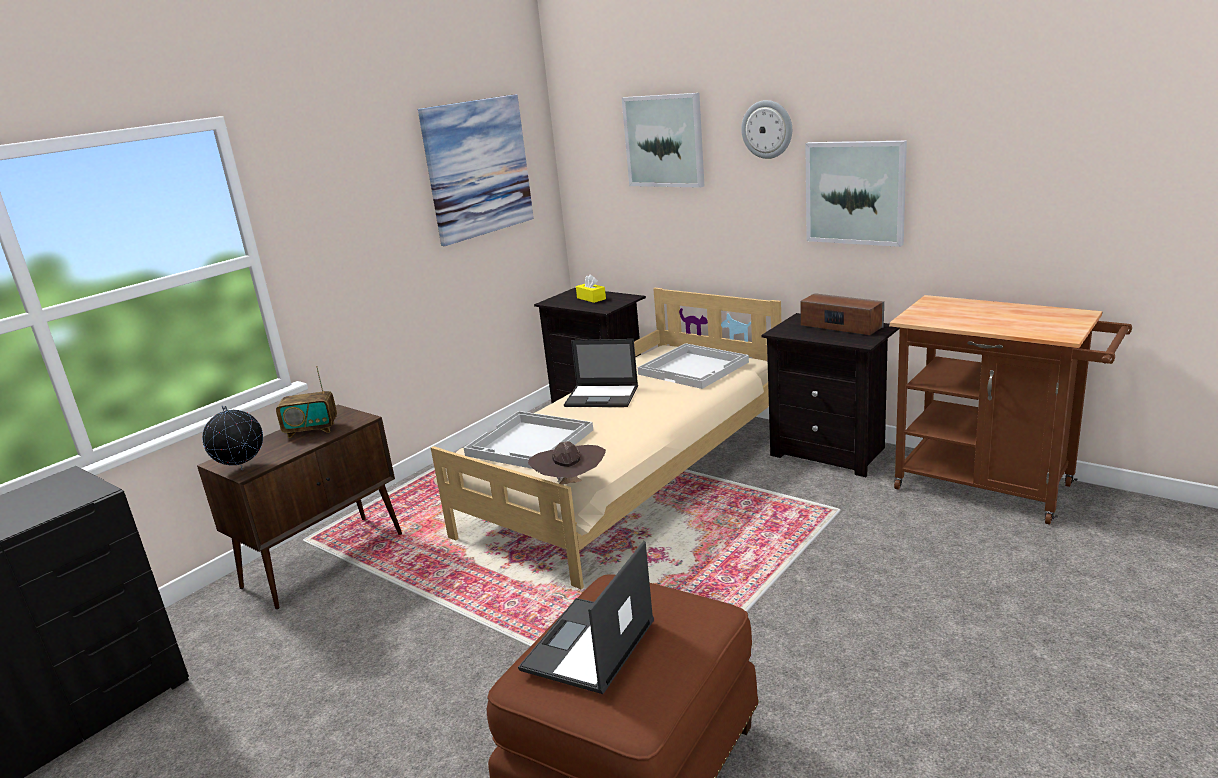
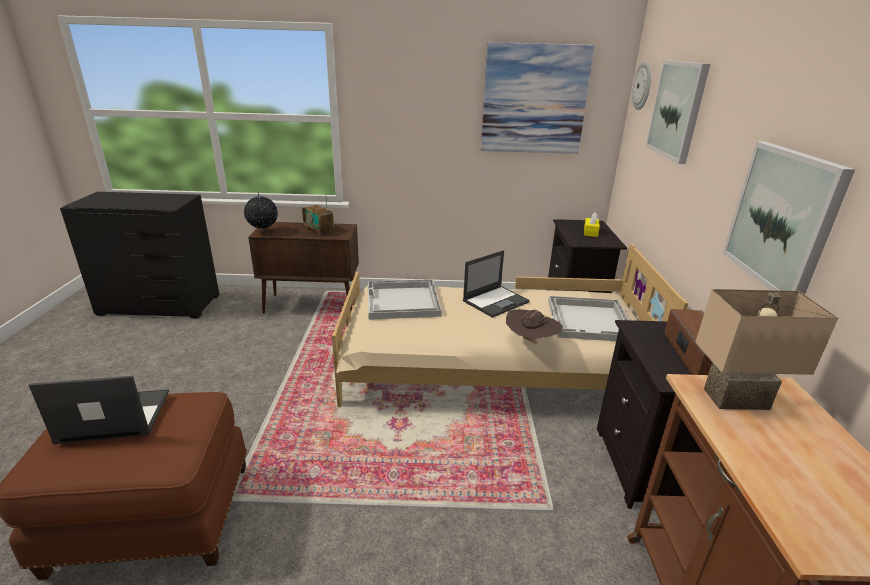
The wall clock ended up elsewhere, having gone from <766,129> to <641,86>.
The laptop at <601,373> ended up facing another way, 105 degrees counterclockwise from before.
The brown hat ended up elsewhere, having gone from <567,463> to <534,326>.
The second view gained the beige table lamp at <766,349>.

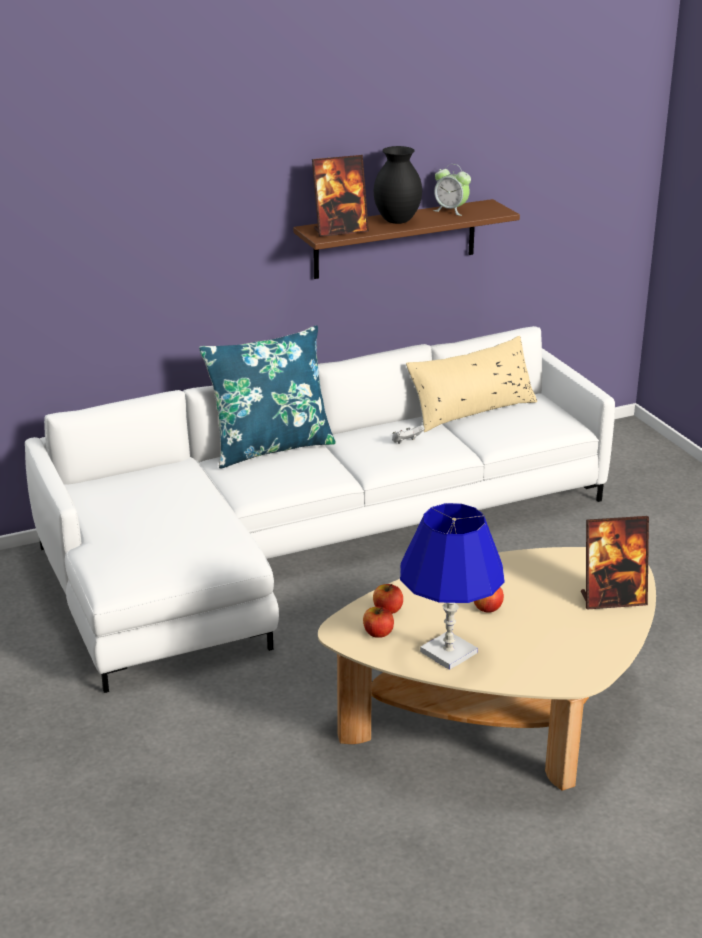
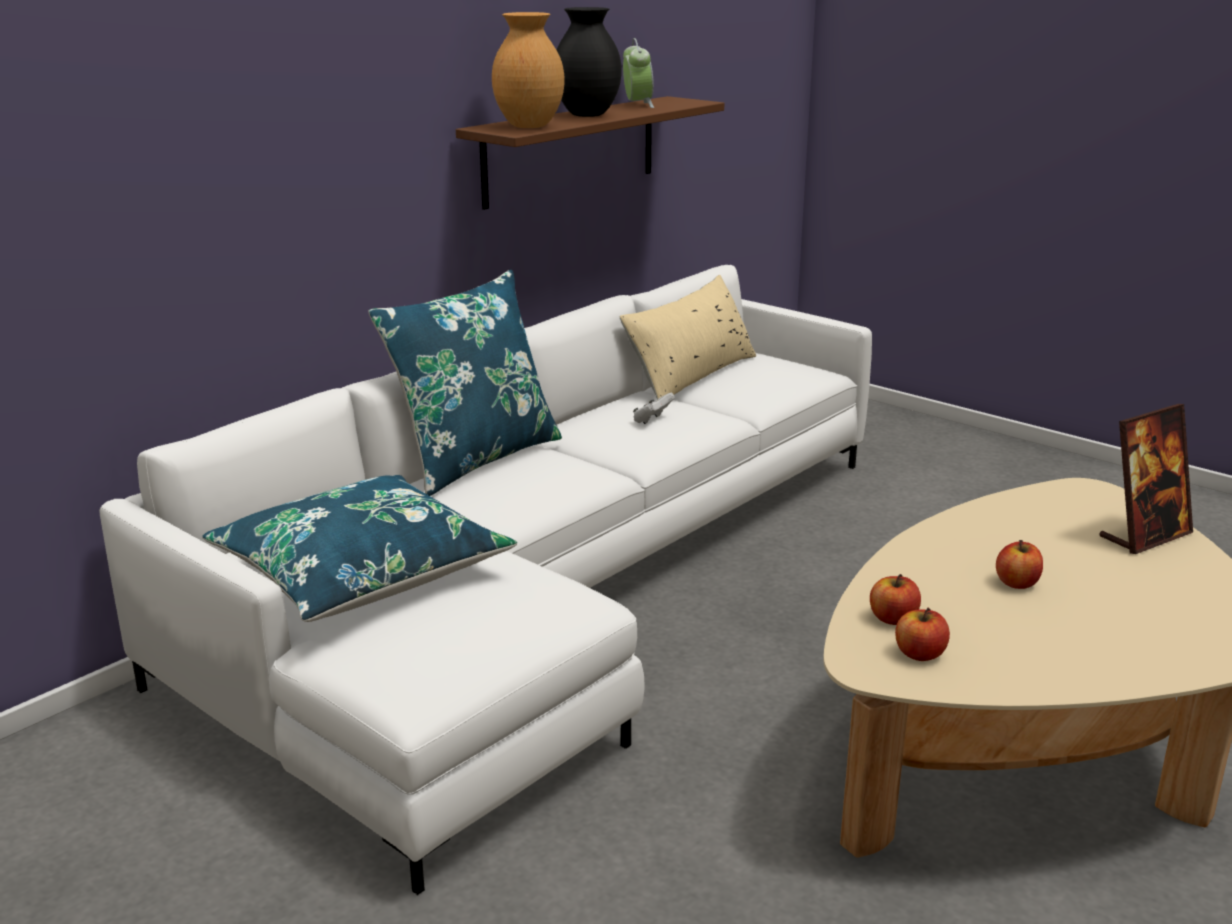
Where the picture frame stood at <340,196>, the brown vase came to stand at <528,70>.
The alarm clock at <452,190> ended up facing another way, 105 degrees counterclockwise from before.
The second view lost the blue table lamp at <452,586>.
The second view gained the blue pillow at <359,548>.

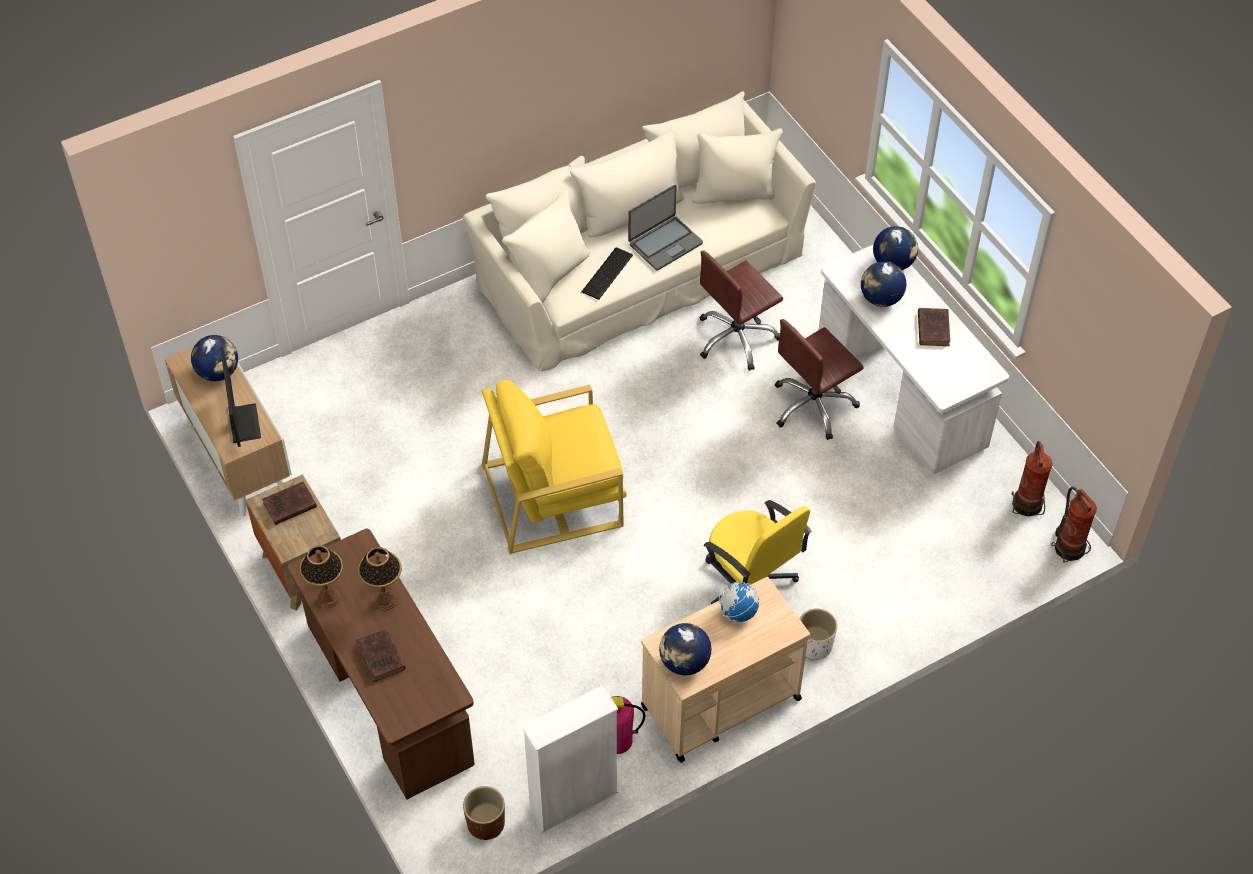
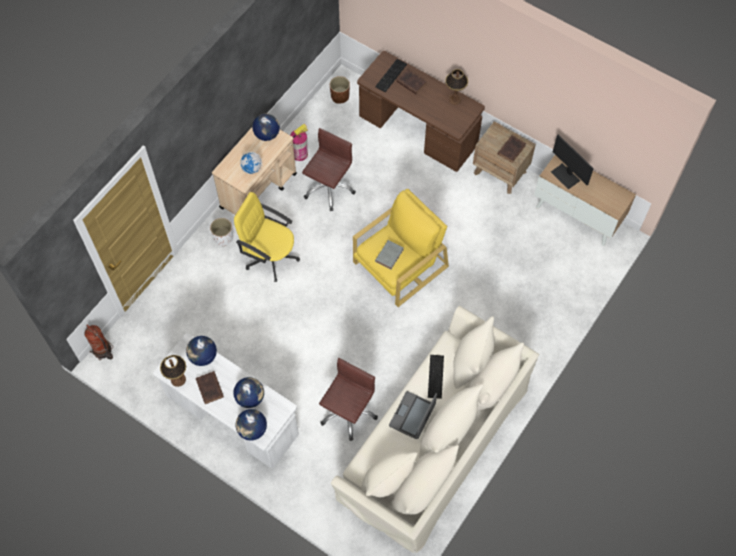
The brown office chair ended up elsewhere, having gone from <819,379> to <329,169>.
The globe ended up elsewhere, having gone from <214,358> to <201,351>.
The second view lost the fire extinguisher at <1032,479>.
The table lamp ended up elsewhere, having gone from <380,579> to <173,371>.
The second view lost the white bookcase at <569,759>.
The second view gained the keyboard at <391,75>.
The second view gained the grey book at <389,255>.

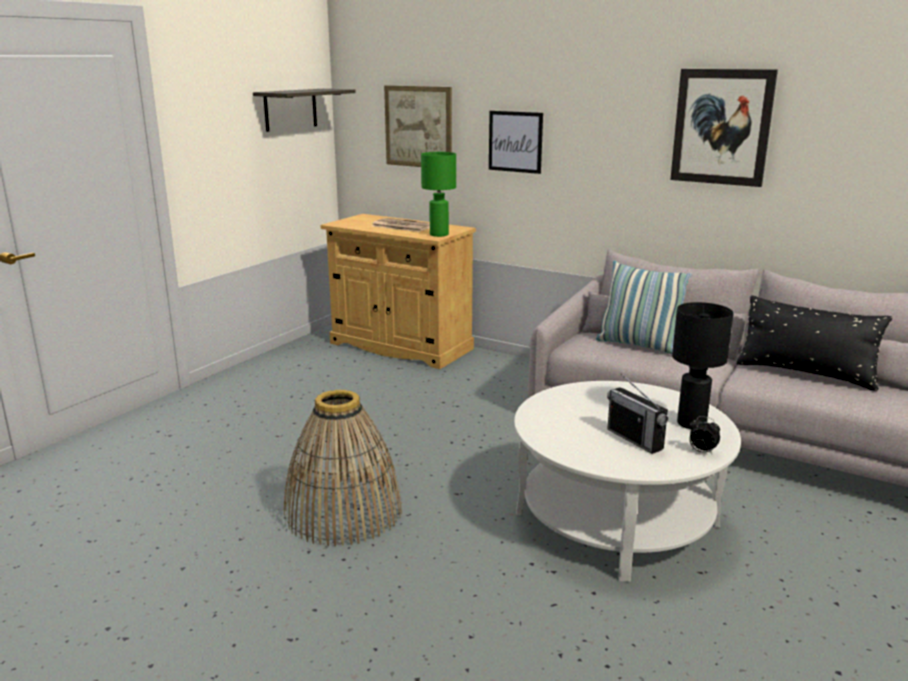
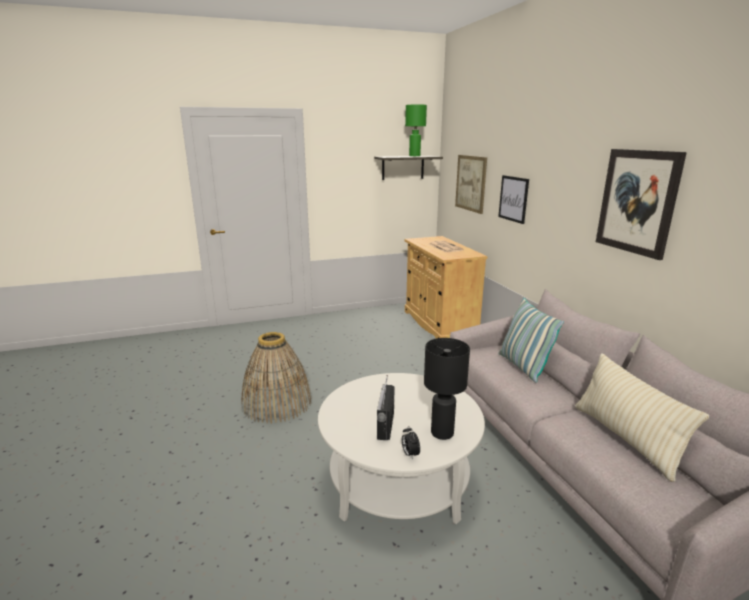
The green table lamp ended up elsewhere, having gone from <438,194> to <416,130>.
What was the black pillow at <814,343> turned into the beige pillow at <642,417>.

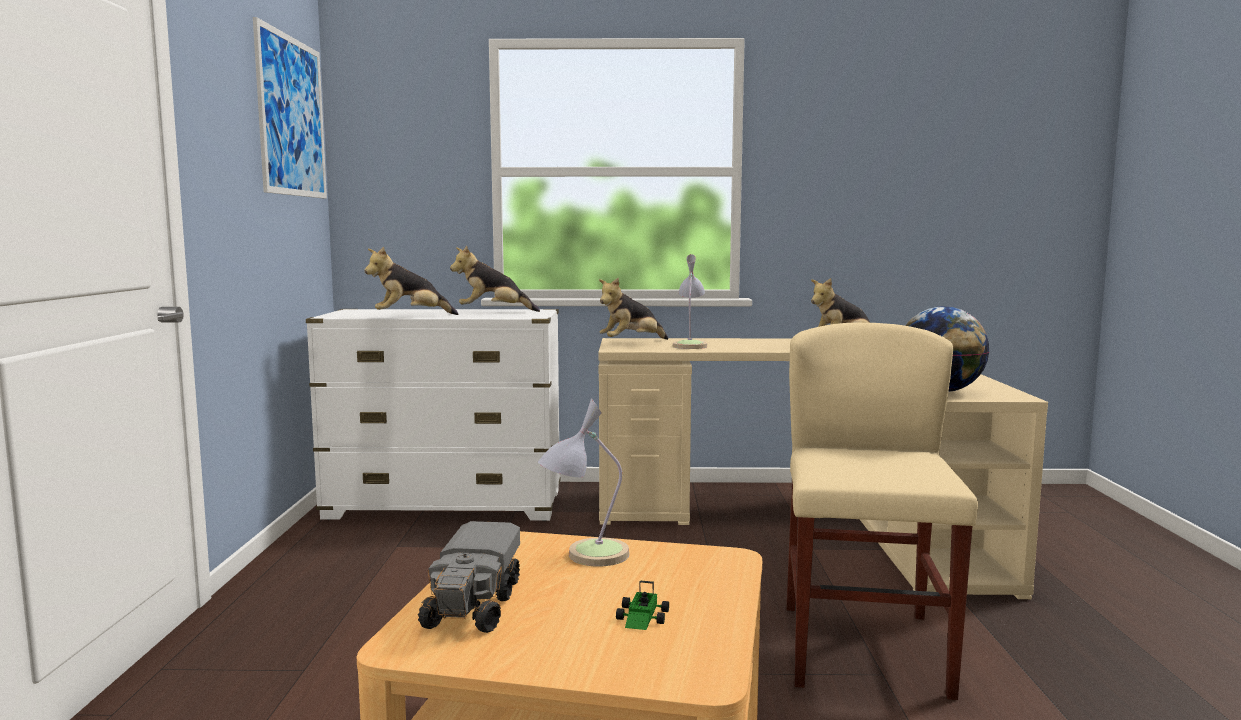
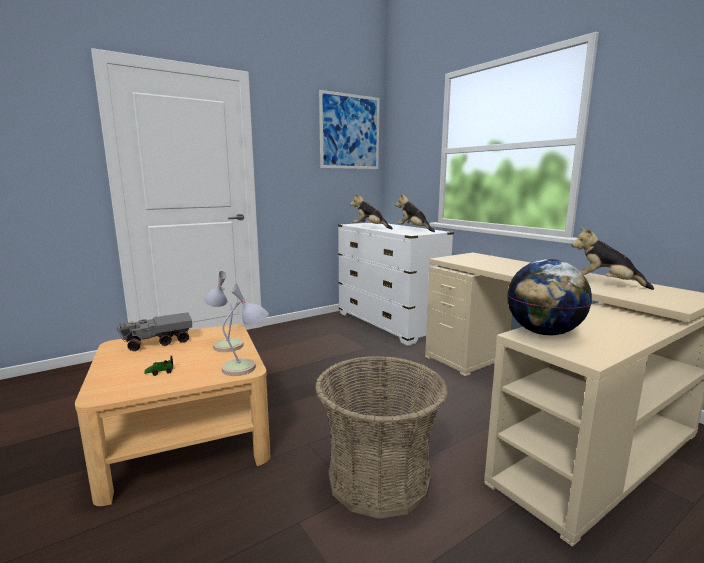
The table lamp ended up elsewhere, having gone from <689,301> to <245,330>.
The second view lost the plush toy at <633,309>.
Where the beige chair stood at <882,511>, the basket came to stand at <381,437>.

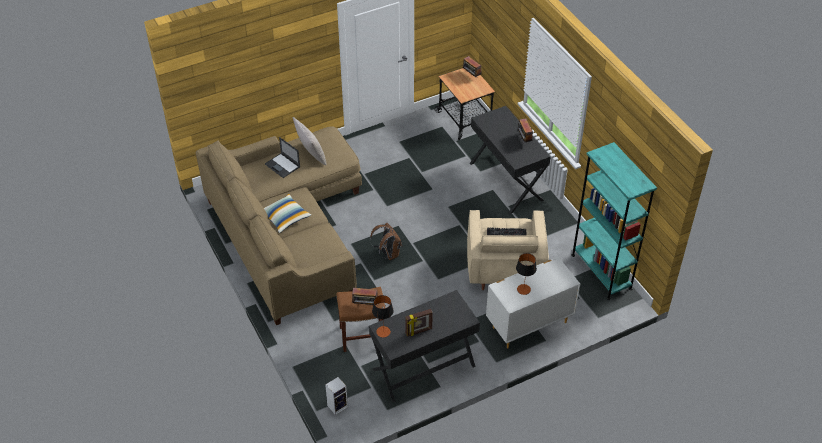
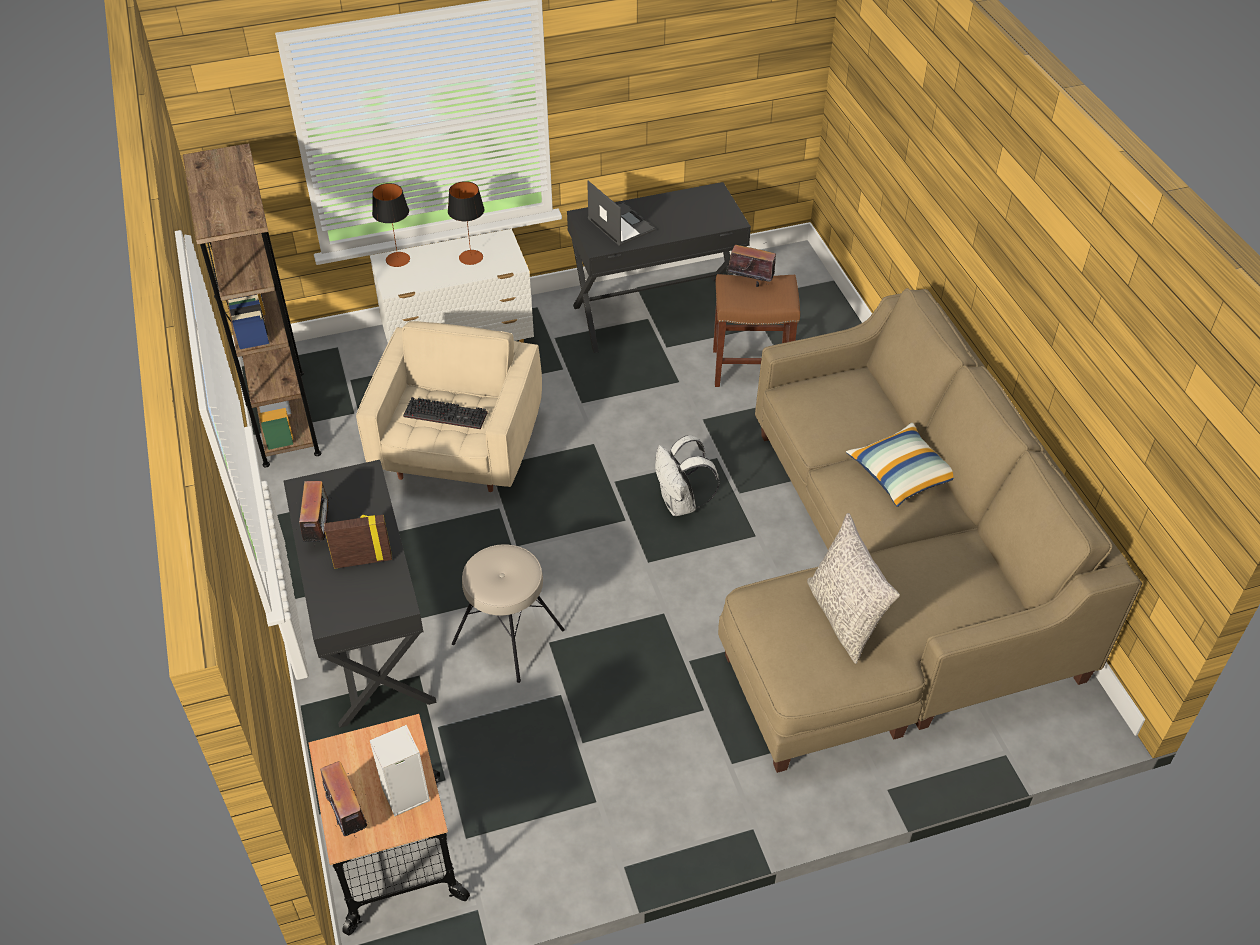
The laptop ended up elsewhere, having gone from <282,157> to <621,213>.
What was the turquoise bookcase at <614,221> turned into the brown bookcase at <252,305>.
What was the brown backpack at <386,241> turned into the white backpack at <687,475>.
The table lamp ended up elsewhere, having gone from <383,316> to <391,225>.
The picture frame ended up elsewhere, having gone from <419,323> to <358,542>.
The speaker ended up elsewhere, having gone from <336,396> to <400,771>.
The second view gained the beige stool at <508,613>.

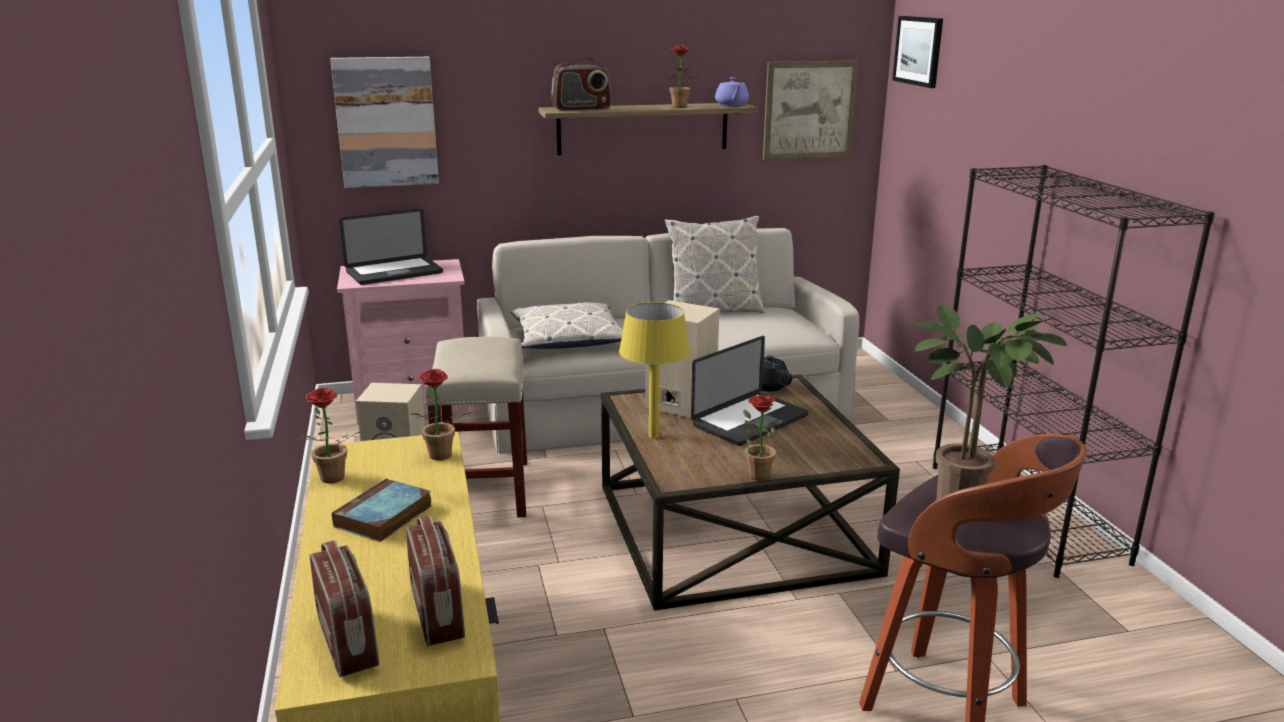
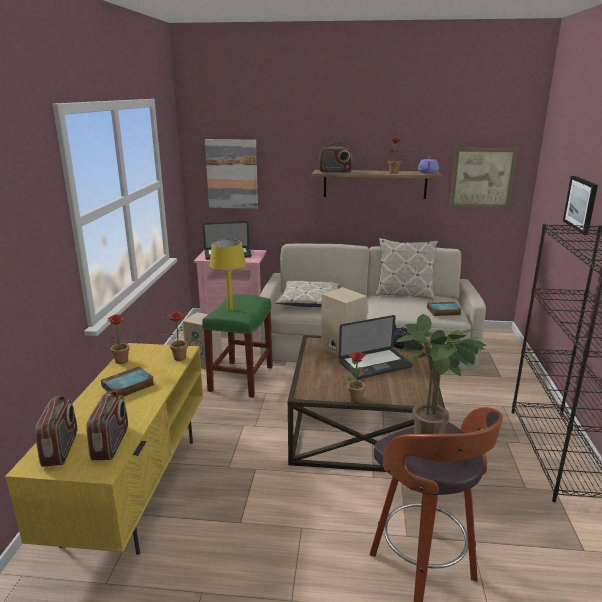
The picture ended up elsewhere, having gone from <917,52> to <580,205>.
The yellow table lamp ended up elsewhere, having gone from <654,370> to <227,274>.
What was the beige stool at <476,426> turned into the green stool at <237,346>.
The second view gained the book at <444,309>.

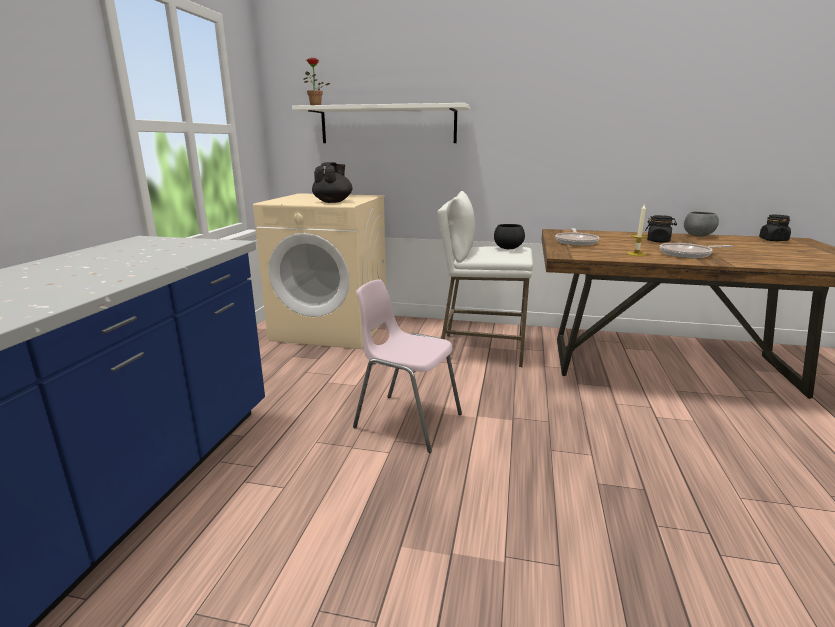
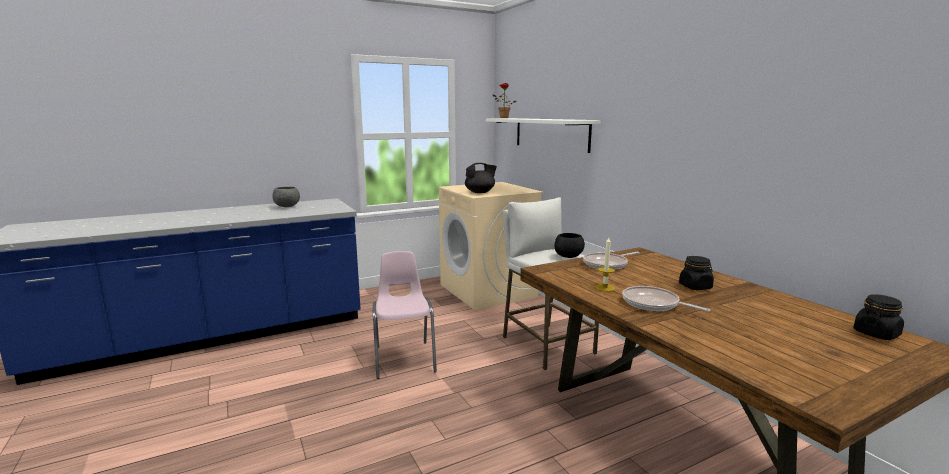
The grey bowl ended up elsewhere, having gone from <701,224> to <286,197>.

